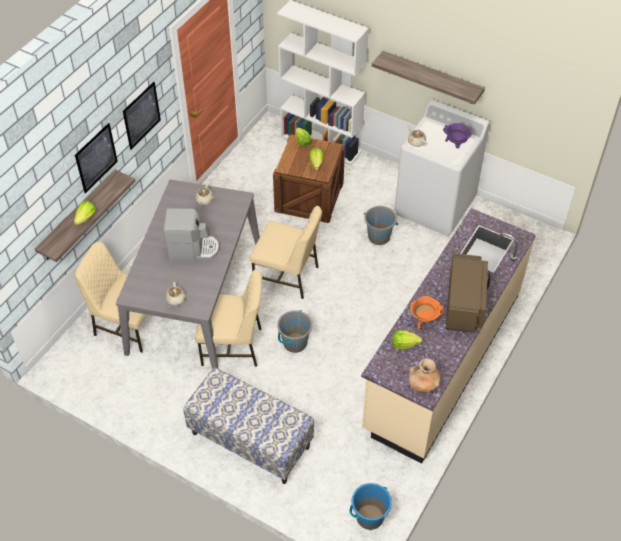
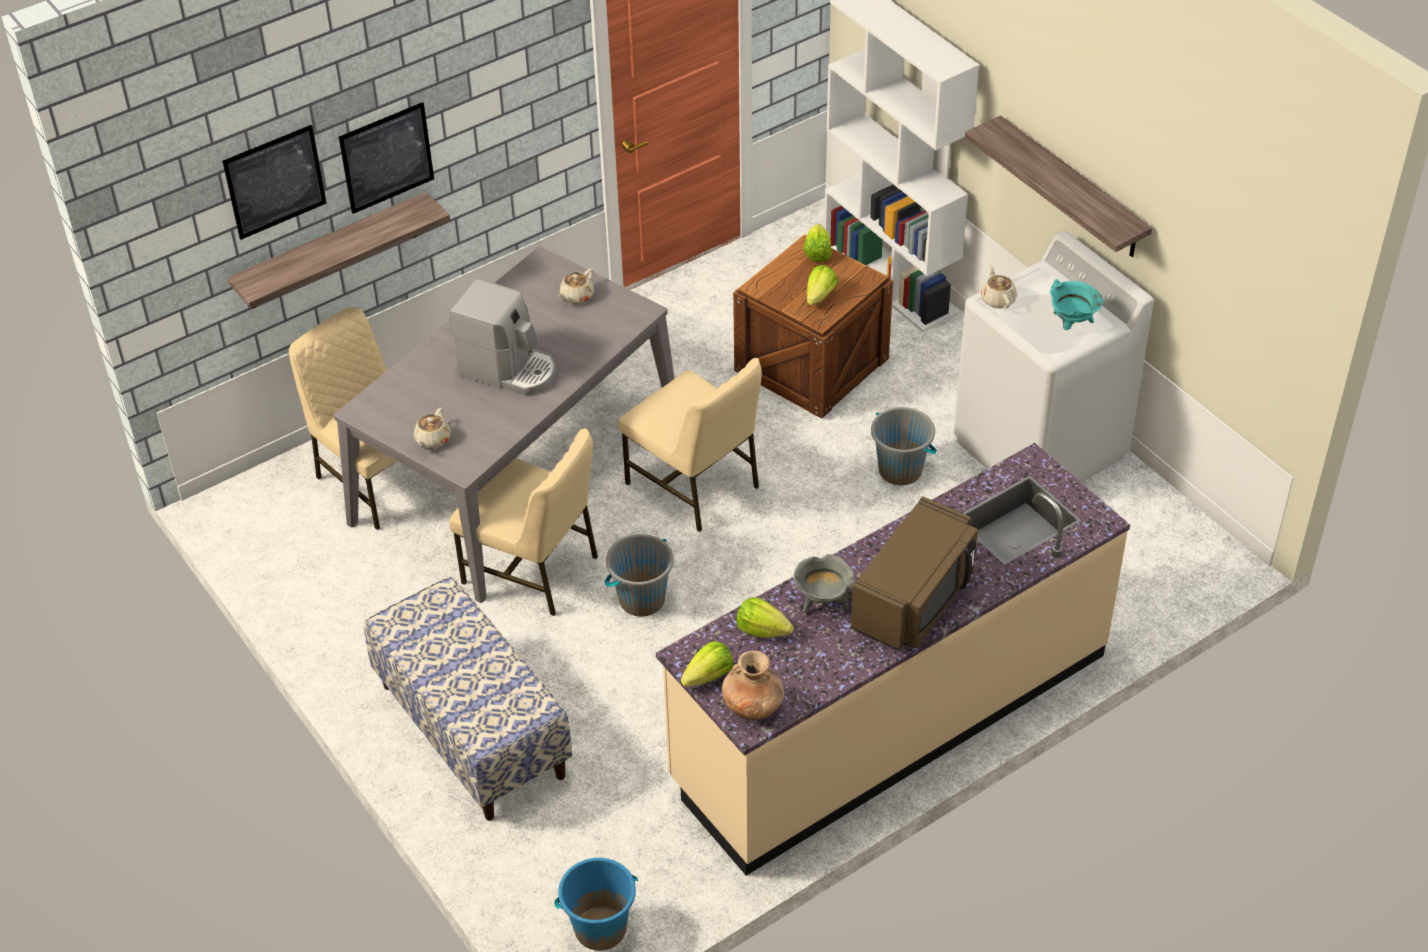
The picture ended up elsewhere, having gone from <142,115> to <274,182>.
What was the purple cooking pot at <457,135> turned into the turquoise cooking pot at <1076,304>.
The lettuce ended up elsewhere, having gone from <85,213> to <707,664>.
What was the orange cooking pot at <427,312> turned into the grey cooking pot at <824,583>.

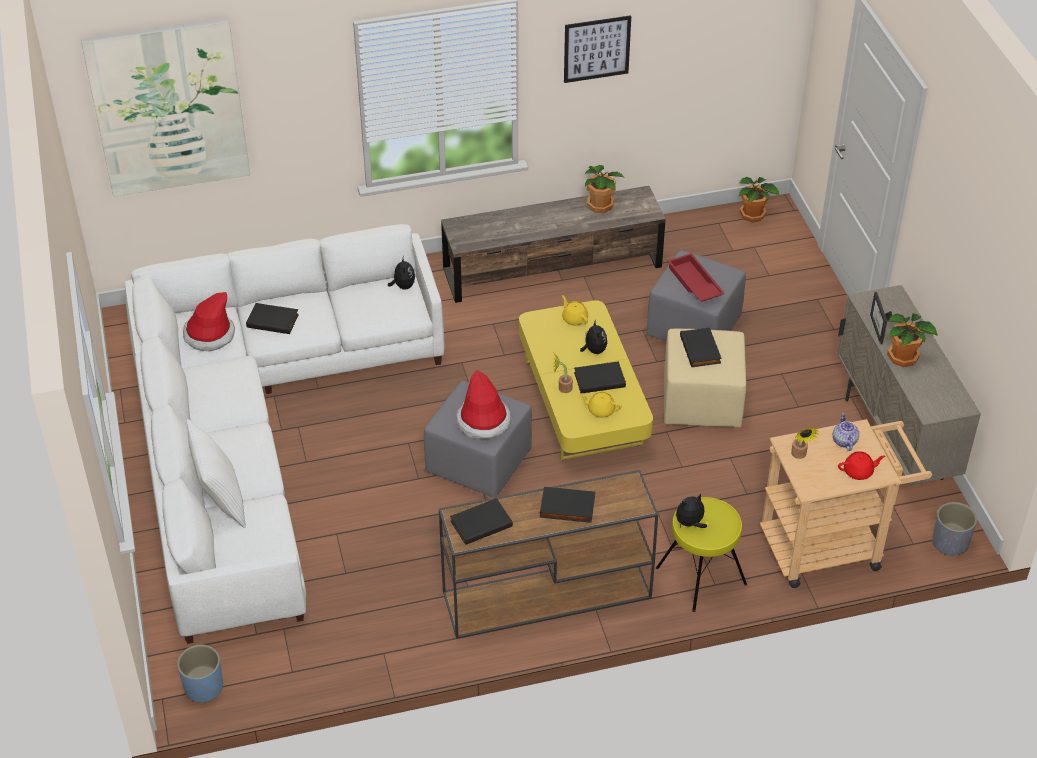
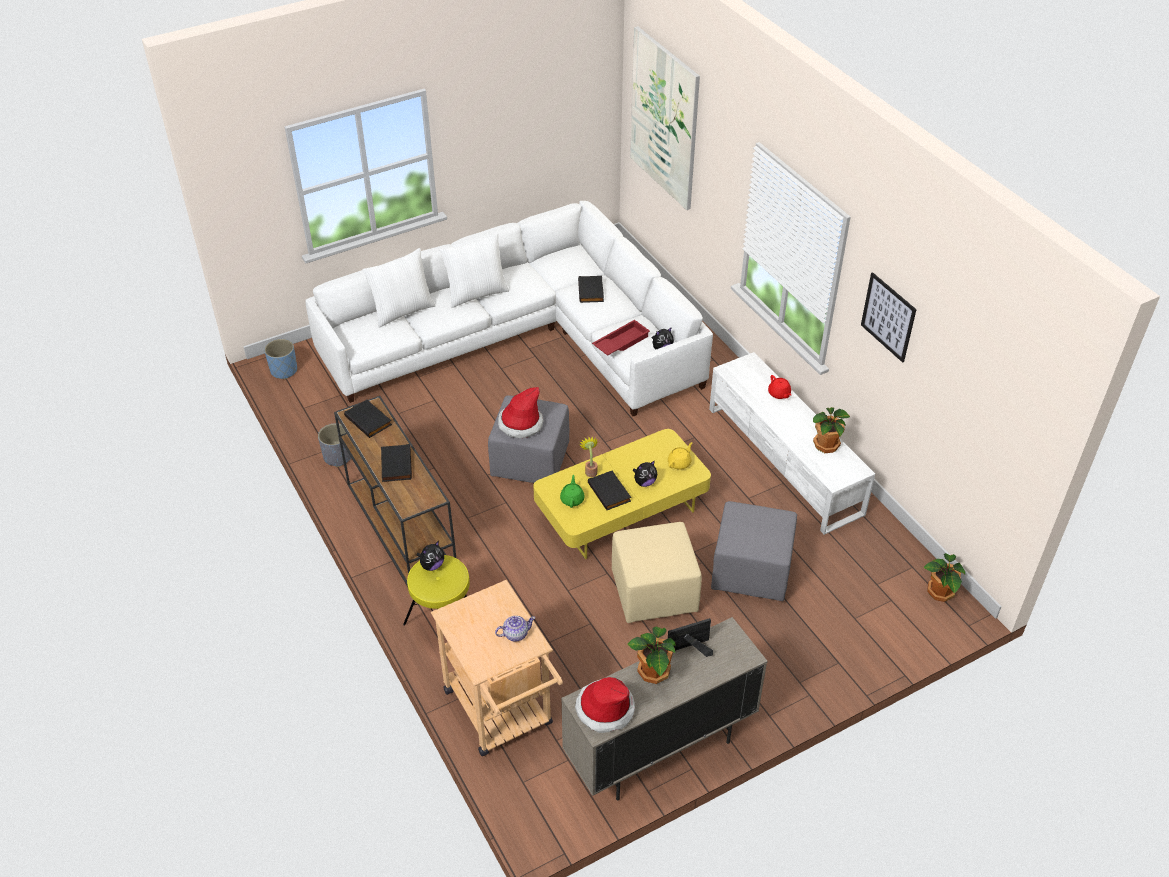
What was the brown tv stand at <553,244> turned into the white tv stand at <792,443>.
The red tray ended up elsewhere, having gone from <696,277> to <621,338>.
The hat ended up elsewhere, having gone from <209,321> to <605,705>.
The second view lost the black book at <701,347>.
What was the yellow teapot at <601,405> turned into the green teapot at <572,491>.
The second view lost the potted plant at <805,443>.
The red teapot ended up elsewhere, having gone from <861,465> to <779,387>.
The plush toy at <691,510> ended up facing another way, 90 degrees clockwise from before.
The grey planter ended up elsewhere, having gone from <954,529> to <334,445>.
The second view gained the white pillow at <474,270>.

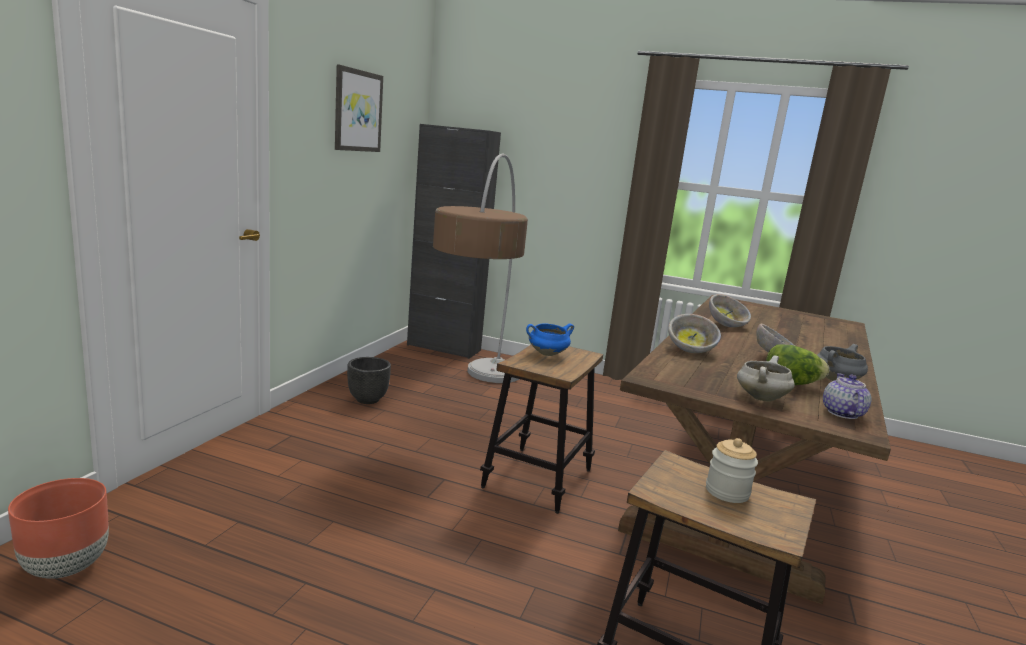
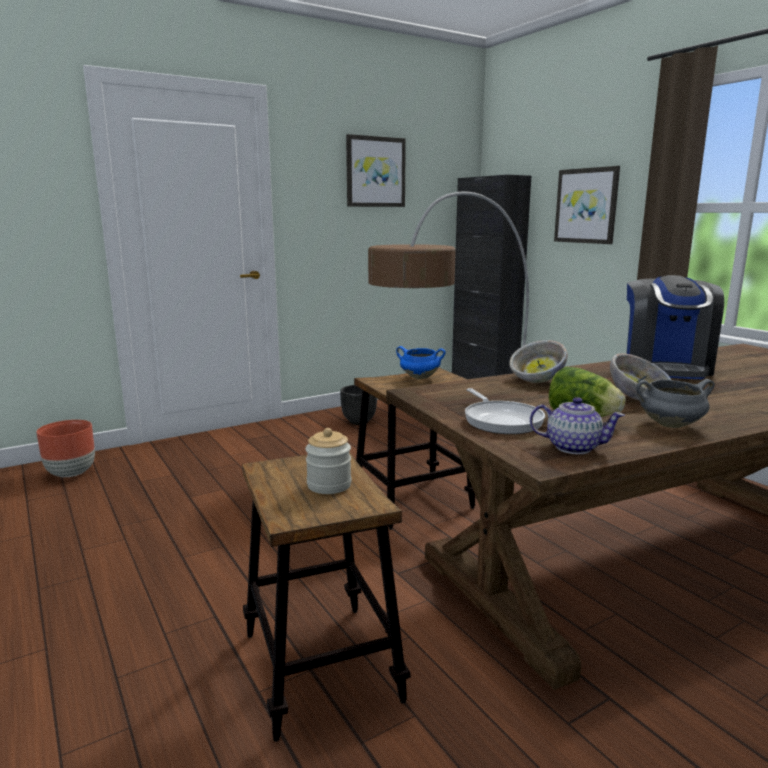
Where the bowl stood at <730,310>, the coffee machine came to stand at <675,327>.
Where the white cooking pot stood at <766,378>, the frying pan came to stand at <505,411>.
The teapot at <847,396> ended up facing another way, 60 degrees clockwise from before.
The second view gained the picture at <587,205>.

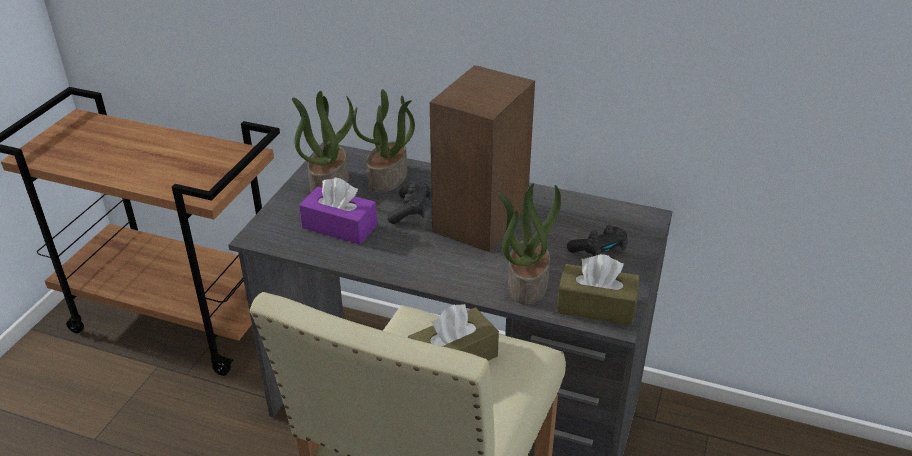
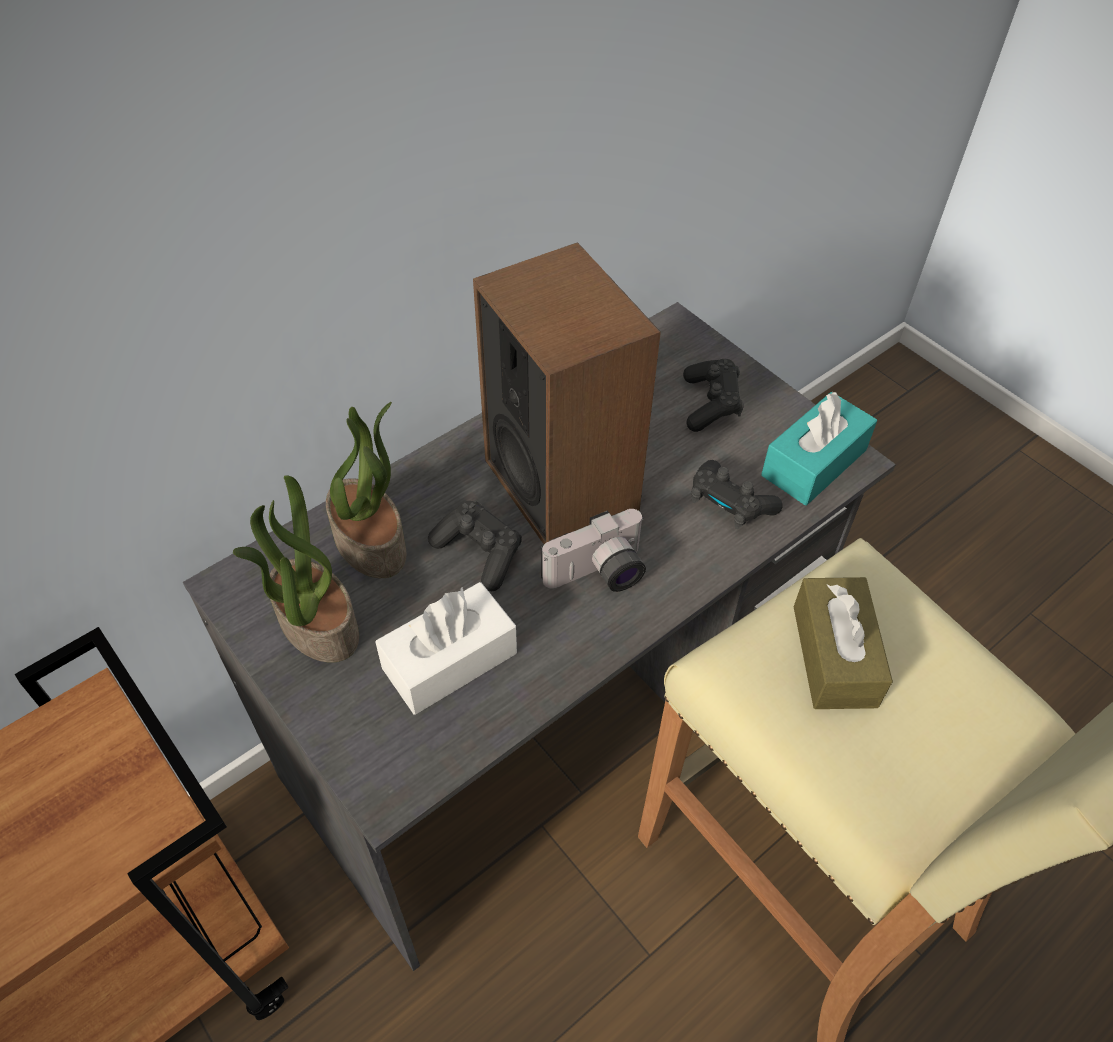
What was the purple tissue box at <338,211> turned into the white tissue box at <446,648>.
Where the potted plant stood at <529,244>, the black game controller came to stand at <737,494>.
What was the brown tissue box at <598,289> turned into the turquoise tissue box at <819,448>.
The second view gained the photo camera at <593,550>.

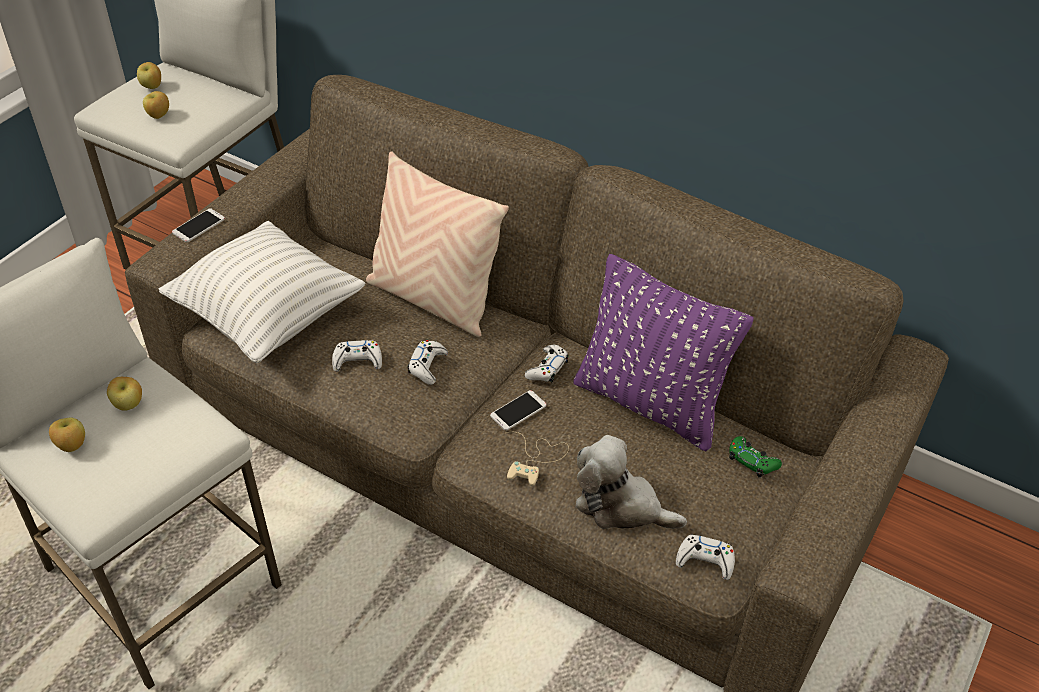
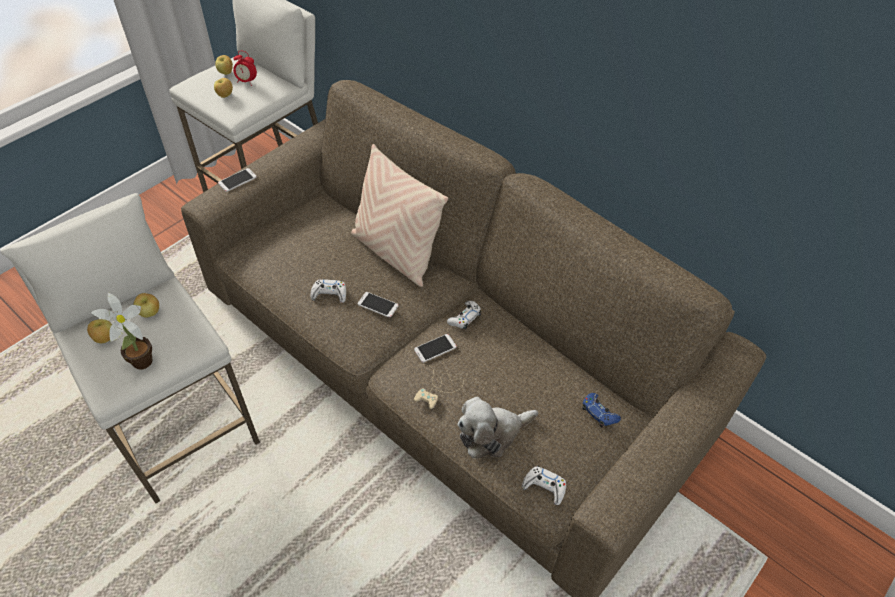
The second view lost the white pillow at <262,292>.
The second view lost the purple pillow at <663,353>.
Where the white game controller stood at <427,362>, the phone came to stand at <378,305>.
The plush toy at <631,482> ended up facing another way, 60 degrees counterclockwise from before.
What was the green game controller at <755,457> turned into the blue game controller at <601,410>.
The second view gained the alarm clock at <245,68>.
The second view gained the potted plant at <121,331>.

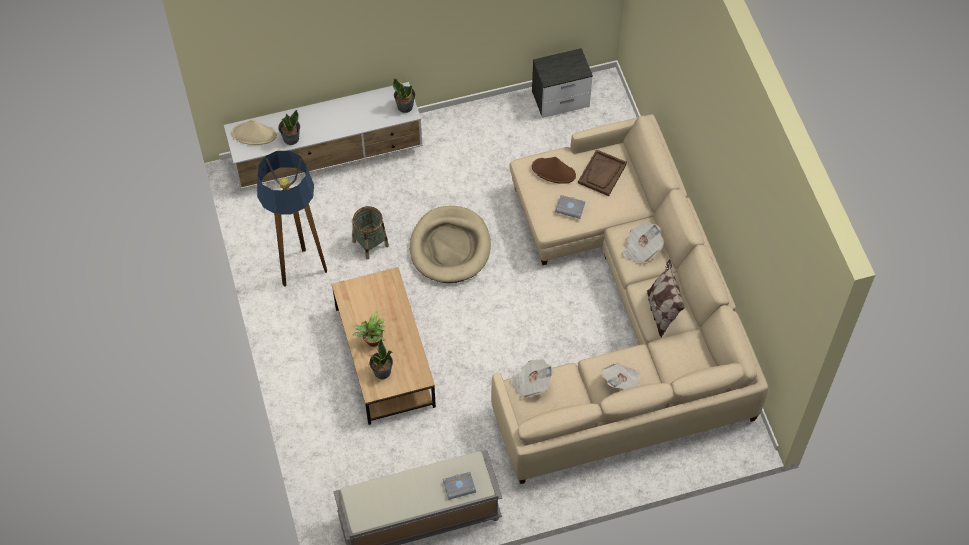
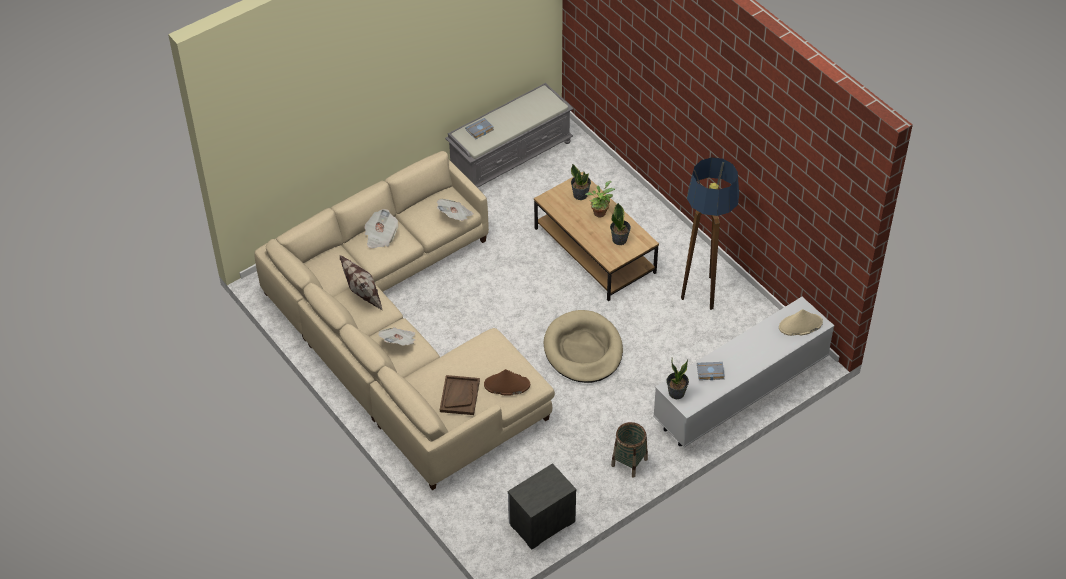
The potted plant ended up elsewhere, having gone from <289,127> to <620,224>.
The grey book ended up elsewhere, having gone from <570,207> to <711,371>.
The basket ended up elsewhere, having gone from <370,232> to <629,450>.

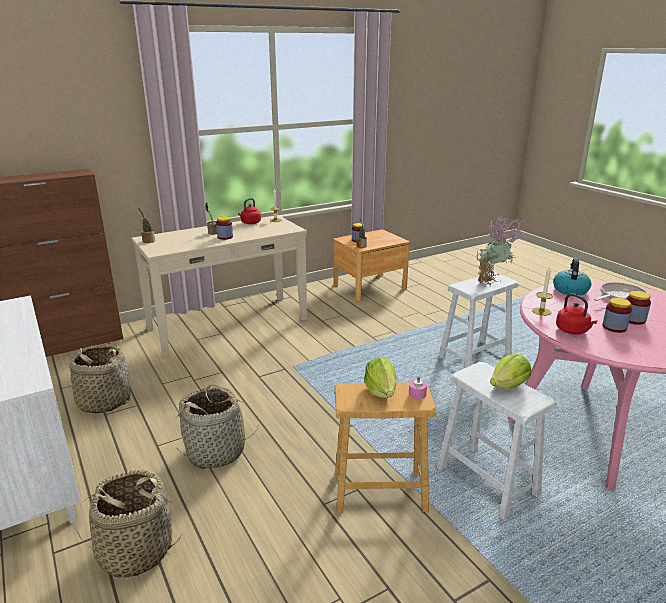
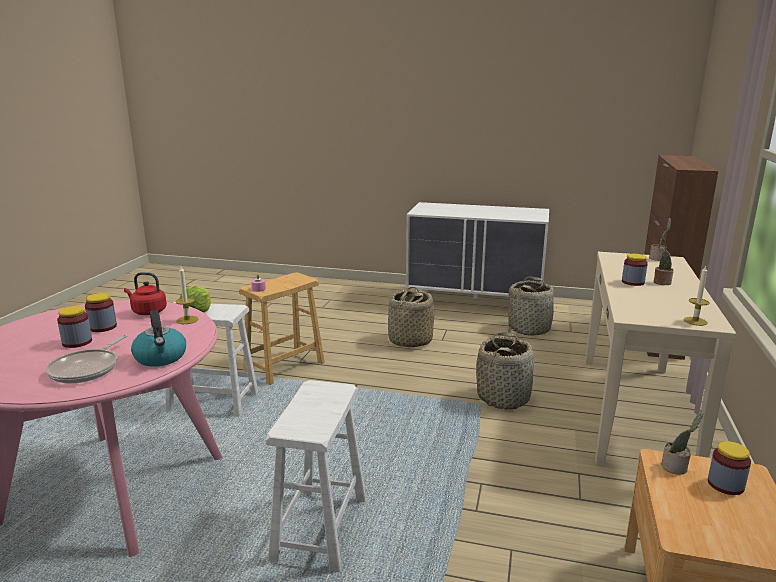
The second view lost the red kettle at <249,211>.
The second view lost the potted plant at <500,251>.
The second view lost the lettuce at <380,377>.
The basket ended up elsewhere, having gone from <128,523> to <505,371>.

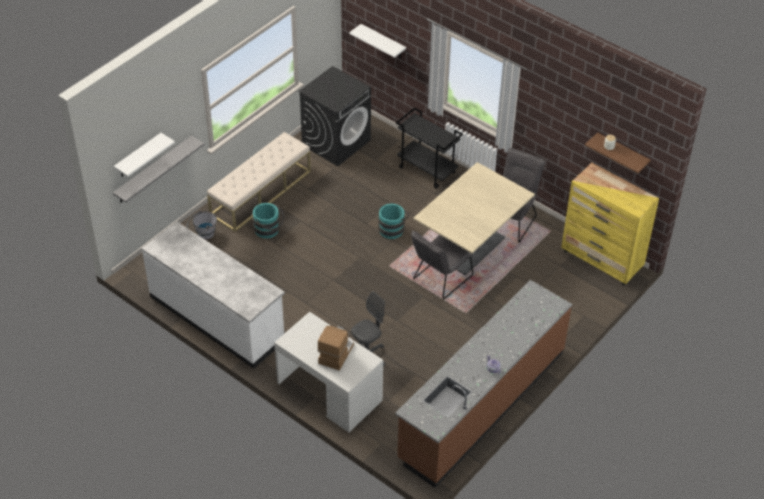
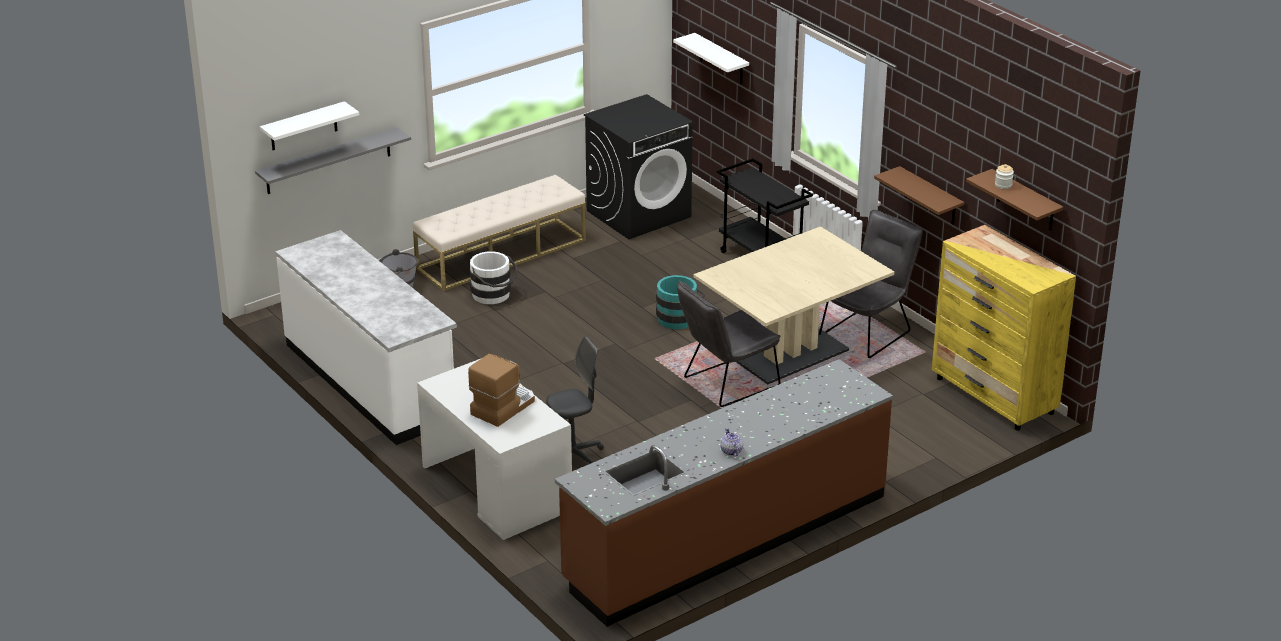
What was the turquoise bucket at <268,220> turned into the white bucket at <493,278>.
The second view gained the brown shelf at <919,195>.

